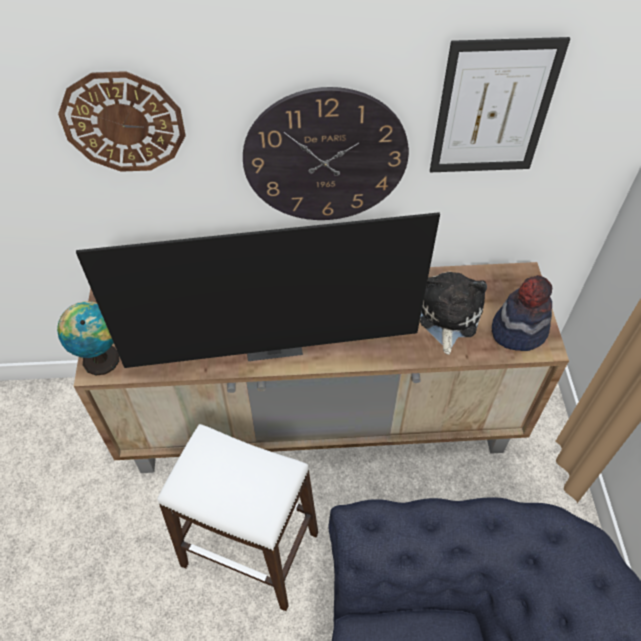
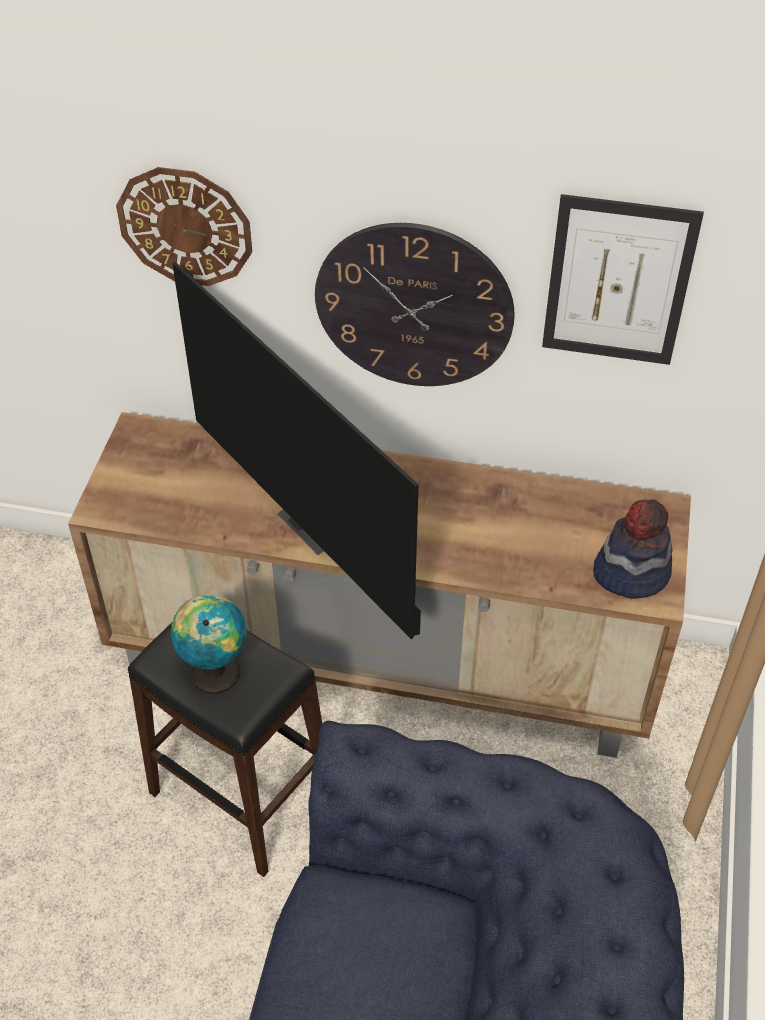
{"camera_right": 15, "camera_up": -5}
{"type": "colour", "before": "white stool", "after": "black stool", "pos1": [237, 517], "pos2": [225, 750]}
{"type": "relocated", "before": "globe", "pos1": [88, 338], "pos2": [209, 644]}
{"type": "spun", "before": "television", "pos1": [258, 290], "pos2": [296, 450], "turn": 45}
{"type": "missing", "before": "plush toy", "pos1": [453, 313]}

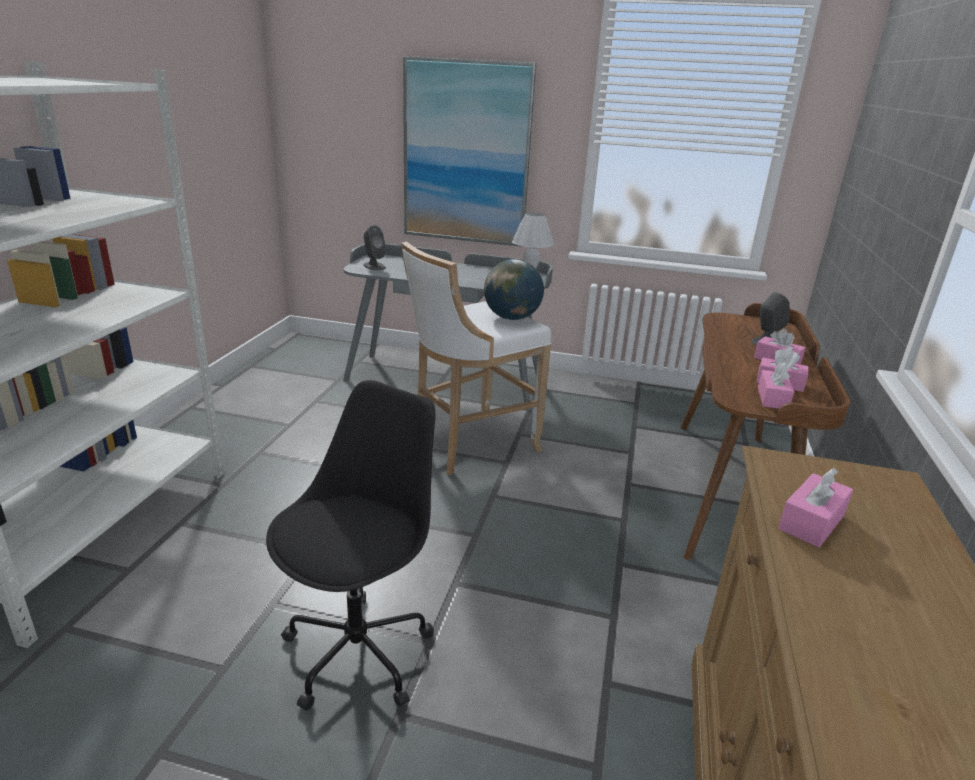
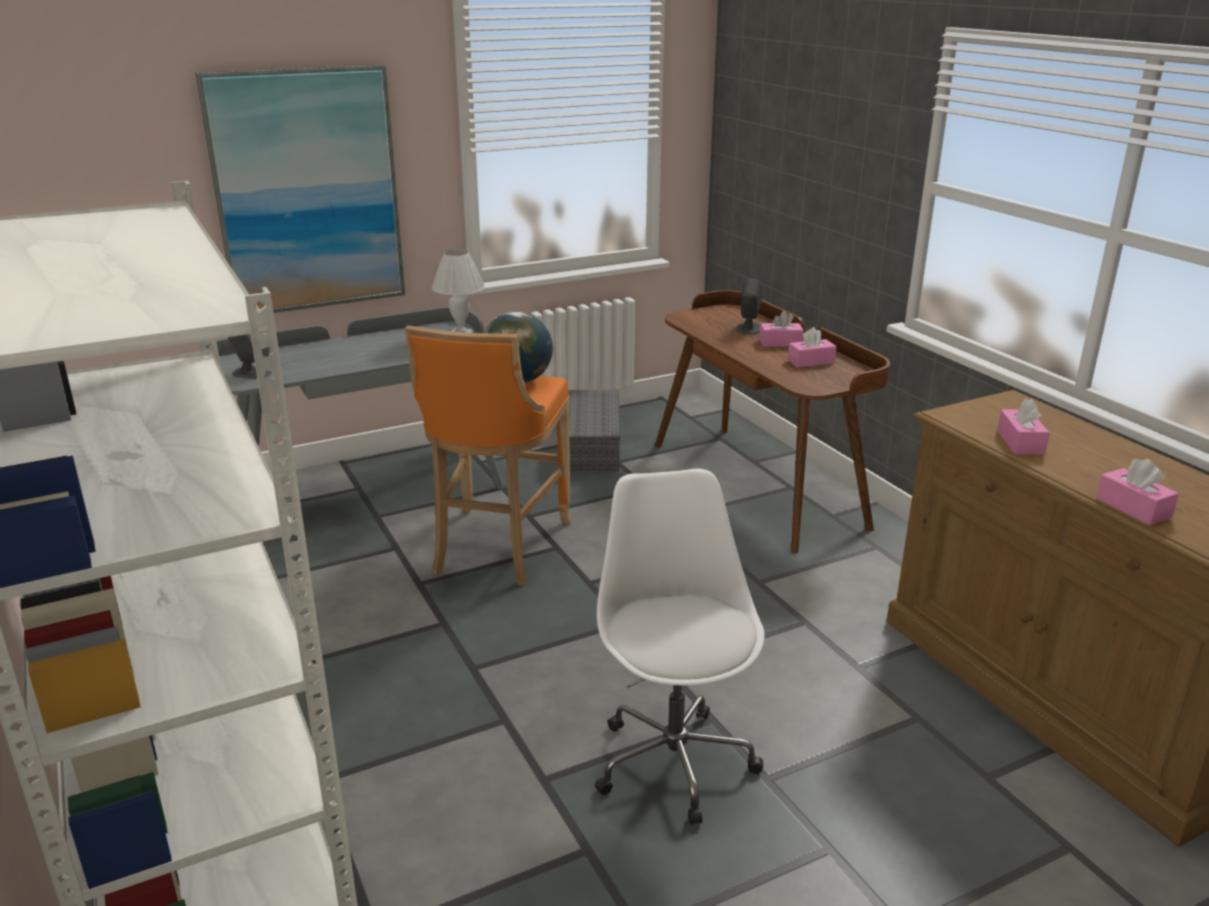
{"camera_right": -40, "camera_up": 0}
{"type": "colour", "before": "white stool", "after": "orange stool", "pos1": [476, 358], "pos2": [488, 455]}
{"type": "appeared", "after": "grey storage box", "pos2": [594, 431]}
{"type": "colour", "before": "black office chair", "after": "white office chair", "pos1": [350, 545], "pos2": [679, 647]}
{"type": "relocated", "before": "pink tissue box", "pos1": [776, 385], "pos2": [1137, 492]}

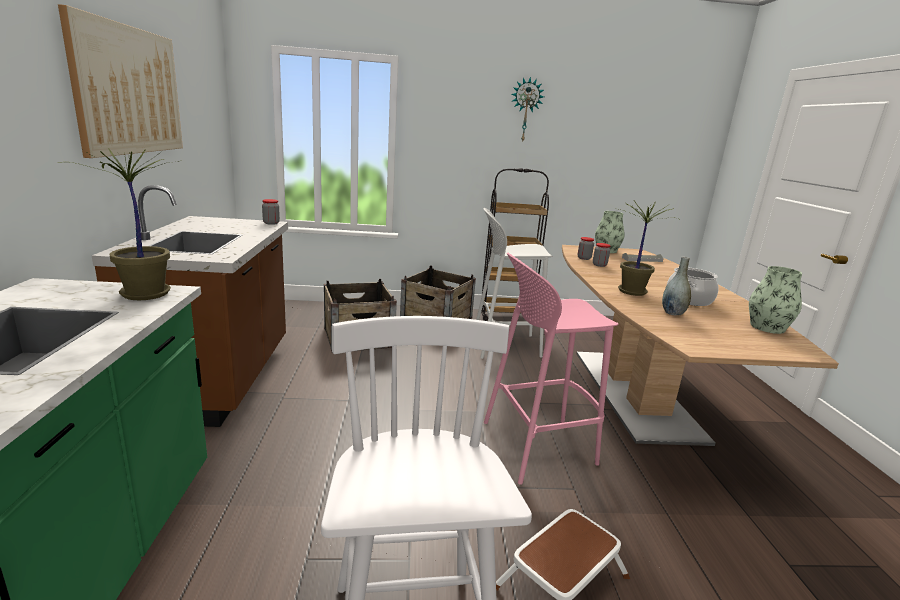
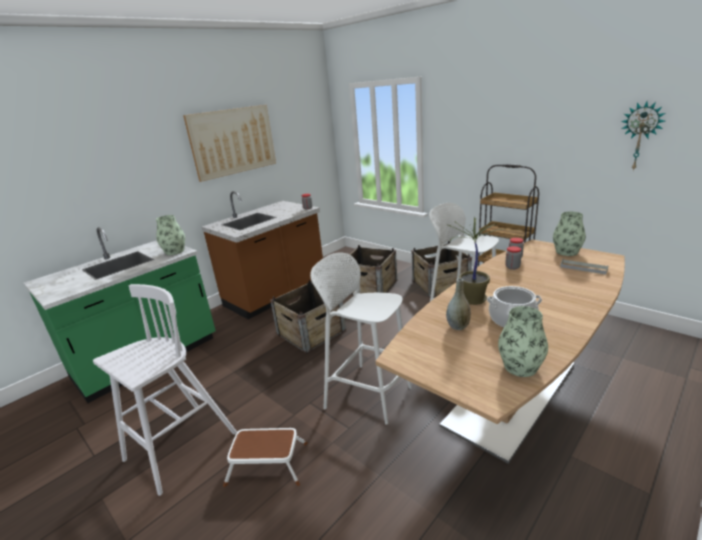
{"camera_right": 50, "camera_up": 5}
{"type": "exchanged", "before": "potted plant", "after": "vase", "pos1": [119, 224], "pos2": [170, 235]}
{"type": "appeared", "after": "crate", "pos2": [308, 317]}
{"type": "colour", "before": "pink stool", "after": "white stool", "pos1": [551, 369], "pos2": [361, 338]}
{"type": "relocated", "before": "wall clock", "pos1": [527, 110], "pos2": [643, 136]}

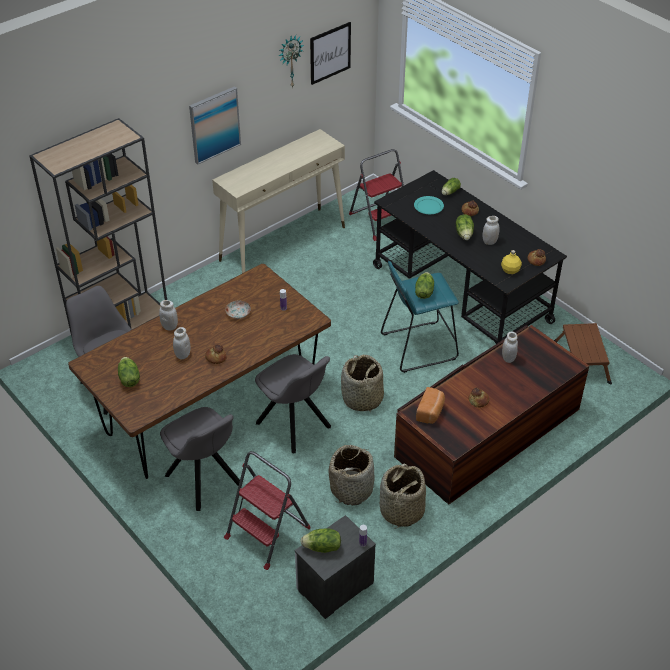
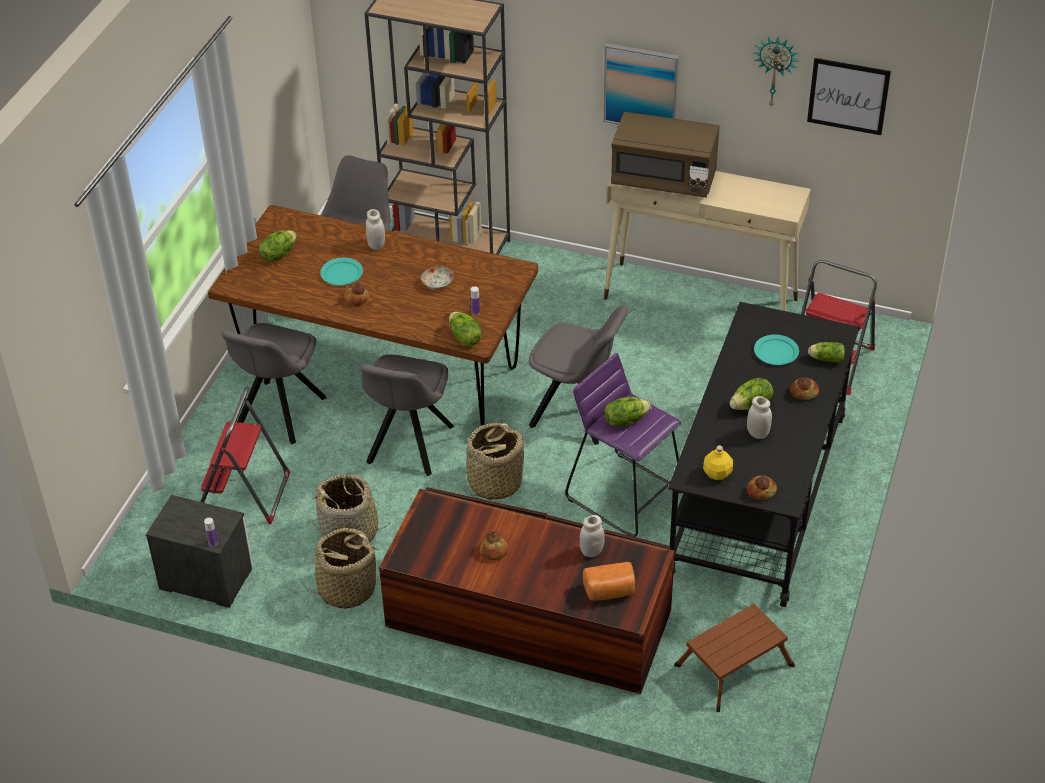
{"camera_right": 60, "camera_up": 0}
{"type": "exchanged", "before": "white jar", "after": "turquoise plate", "pos1": [181, 343], "pos2": [341, 271]}
{"type": "relocated", "before": "lettuce", "pos1": [321, 540], "pos2": [465, 329]}
{"type": "appeared", "after": "grey chair", "pos2": [578, 375]}
{"type": "colour", "before": "turquoise stool", "after": "purple stool", "pos1": [420, 317], "pos2": [623, 445]}
{"type": "relocated", "before": "bread", "pos1": [430, 405], "pos2": [608, 581]}
{"type": "appeared", "after": "brown microwave", "pos2": [665, 155]}

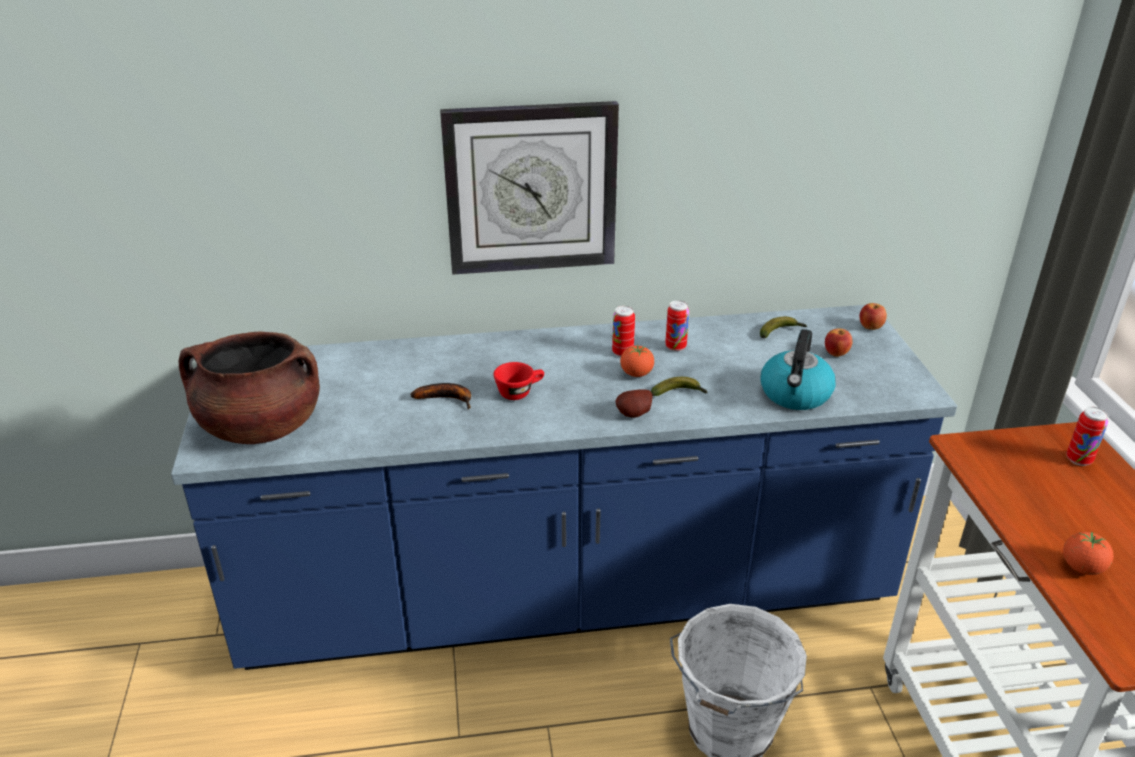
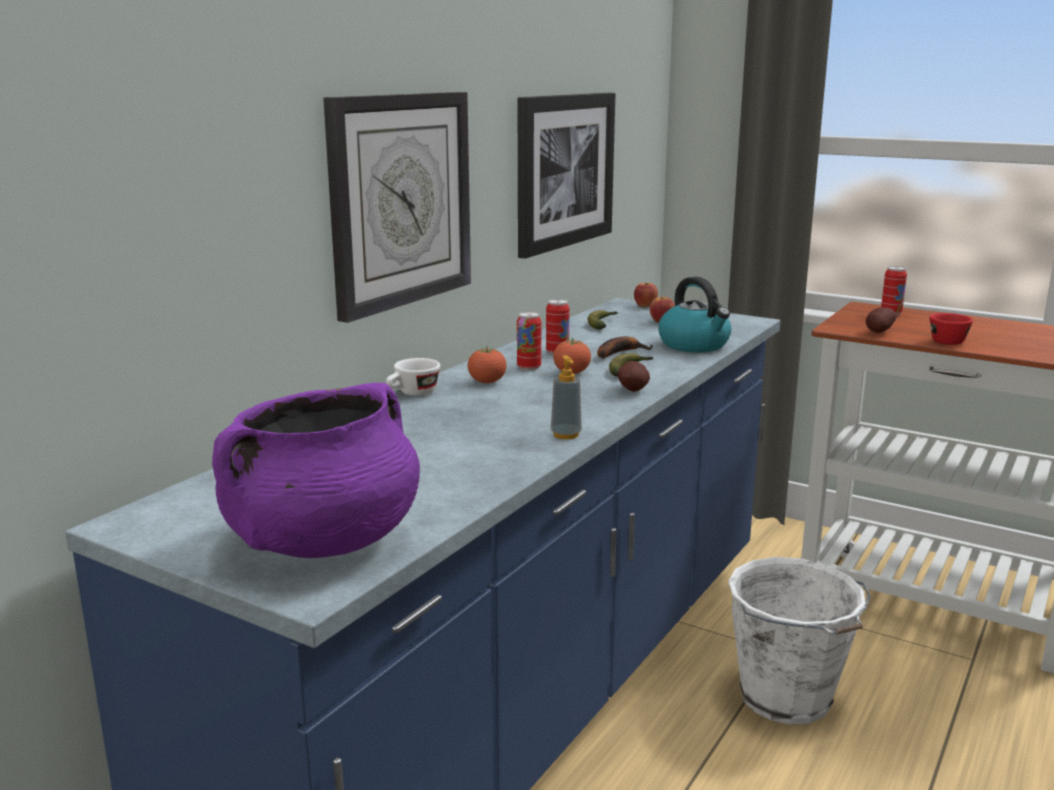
{"camera_right": -50, "camera_up": -15}
{"type": "colour", "before": "brown cooking pot", "after": "purple cooking pot", "pos1": [249, 387], "pos2": [316, 470]}
{"type": "appeared", "after": "white cup", "pos2": [413, 377]}
{"type": "relocated", "before": "tomato", "pos1": [1088, 553], "pos2": [487, 364]}
{"type": "appeared", "after": "picture", "pos2": [566, 176]}
{"type": "appeared", "after": "soap dispenser", "pos2": [566, 397]}
{"type": "relocated", "before": "banana", "pos1": [440, 396], "pos2": [625, 347]}
{"type": "appeared", "after": "potato", "pos2": [881, 320]}
{"type": "relocated", "before": "red cup", "pos1": [519, 381], "pos2": [951, 329]}

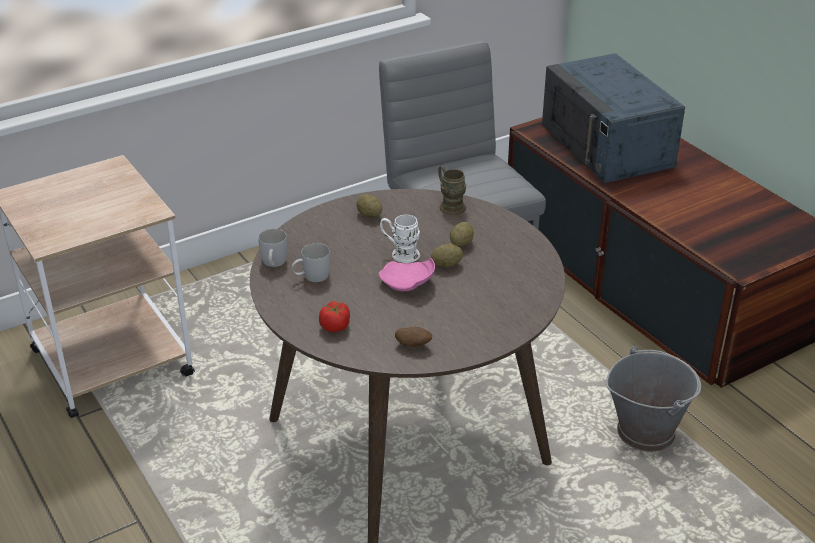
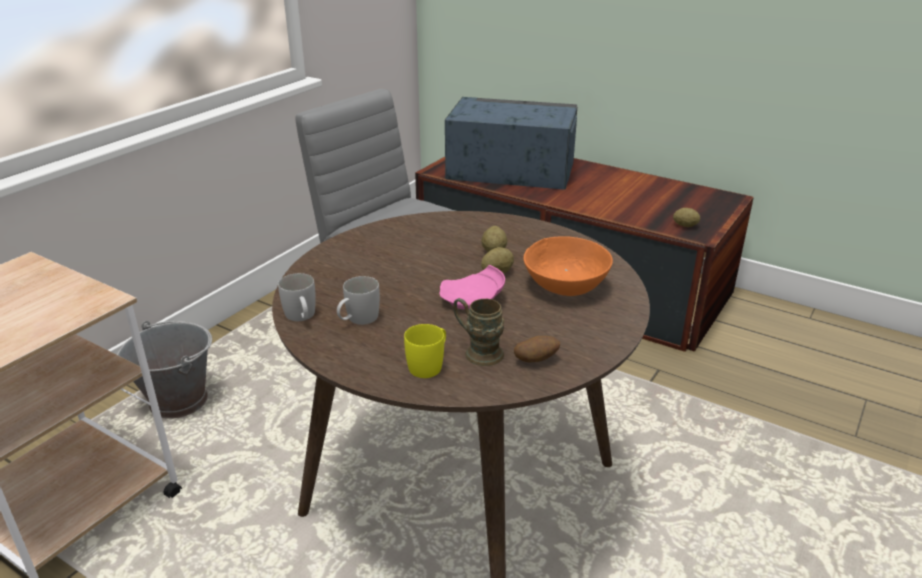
{"camera_right": -25, "camera_up": -5}
{"type": "relocated", "before": "grey bucket", "pos1": [653, 399], "pos2": [164, 370]}
{"type": "exchanged", "before": "tomato", "after": "yellow mug", "pos1": [334, 316], "pos2": [425, 351]}
{"type": "spun", "before": "blue microwave", "pos1": [613, 118], "pos2": [511, 143], "turn": 150}
{"type": "relocated", "before": "brown mug", "pos1": [452, 190], "pos2": [478, 332]}
{"type": "appeared", "after": "orange bowl", "pos2": [568, 266]}
{"type": "relocated", "before": "potato", "pos1": [369, 206], "pos2": [686, 217]}
{"type": "missing", "before": "white mug", "pos1": [400, 239]}

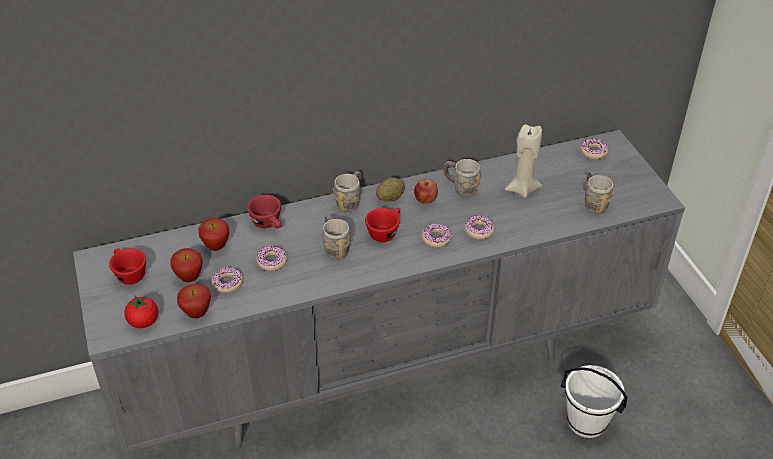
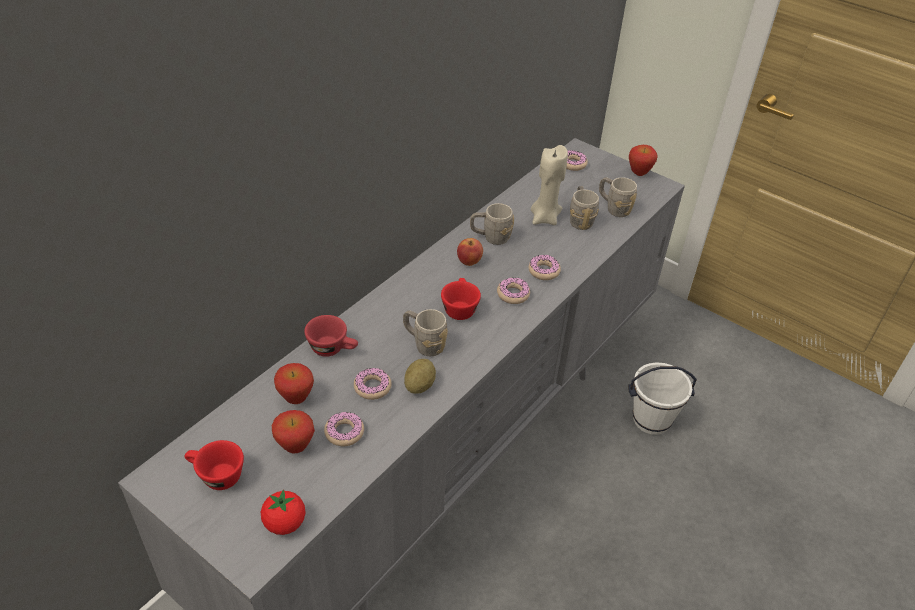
{"camera_right": -35, "camera_up": 0}
{"type": "relocated", "before": "potato", "pos1": [390, 190], "pos2": [420, 376]}
{"type": "relocated", "before": "grey mug", "pos1": [347, 191], "pos2": [584, 208]}
{"type": "relocated", "before": "apple", "pos1": [194, 301], "pos2": [643, 160]}

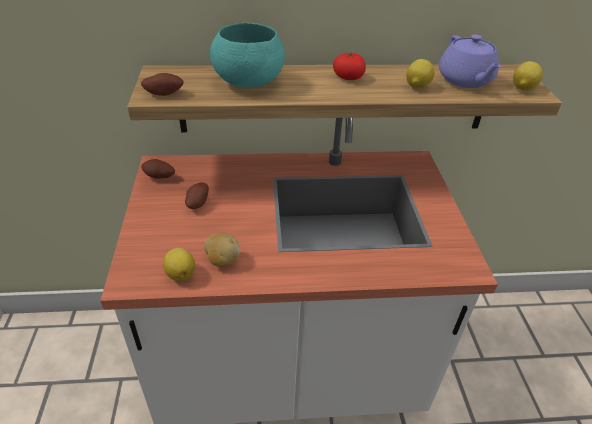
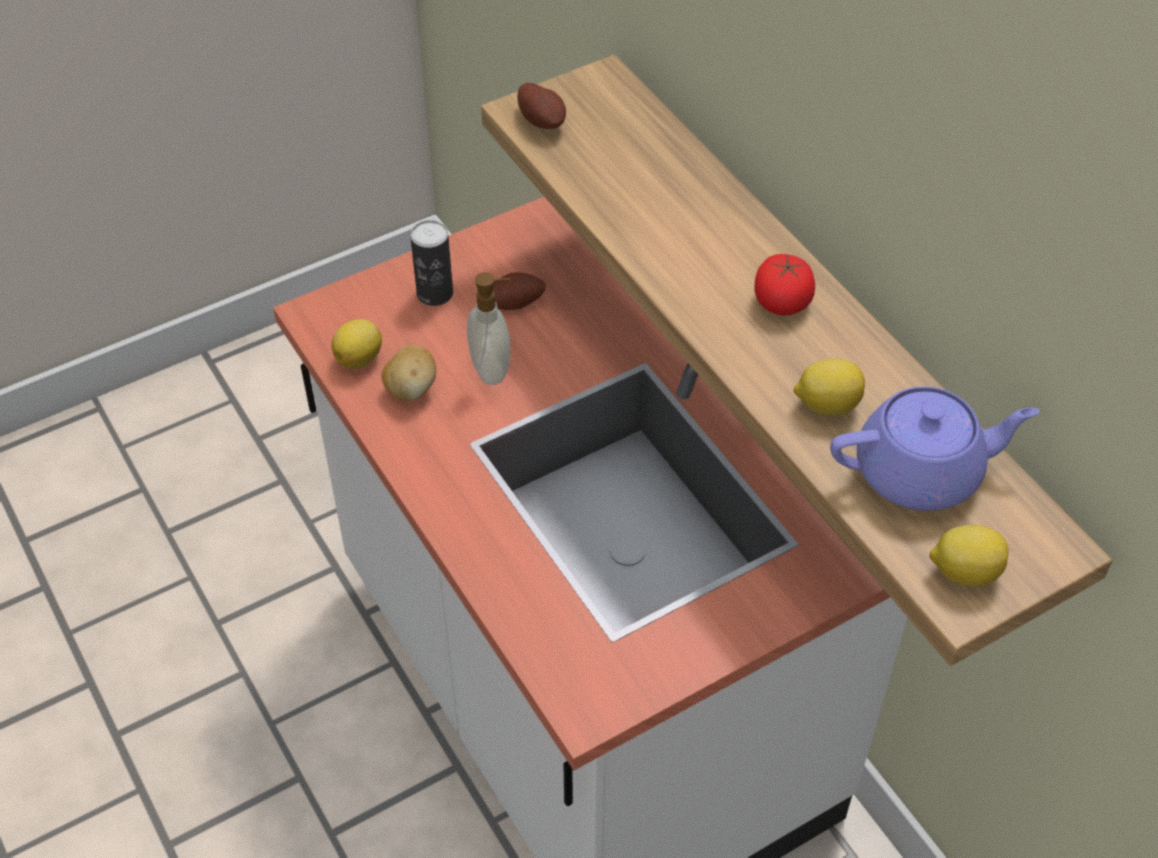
{"camera_right": 65, "camera_up": 10}
{"type": "appeared", "after": "can", "pos2": [431, 263]}
{"type": "appeared", "after": "soap dispenser", "pos2": [489, 328]}
{"type": "spun", "before": "purple teapot", "pos1": [470, 61], "pos2": [935, 448], "turn": -150}
{"type": "missing", "before": "potato", "pos1": [158, 169]}
{"type": "missing", "before": "turquoise bowl", "pos1": [247, 55]}

